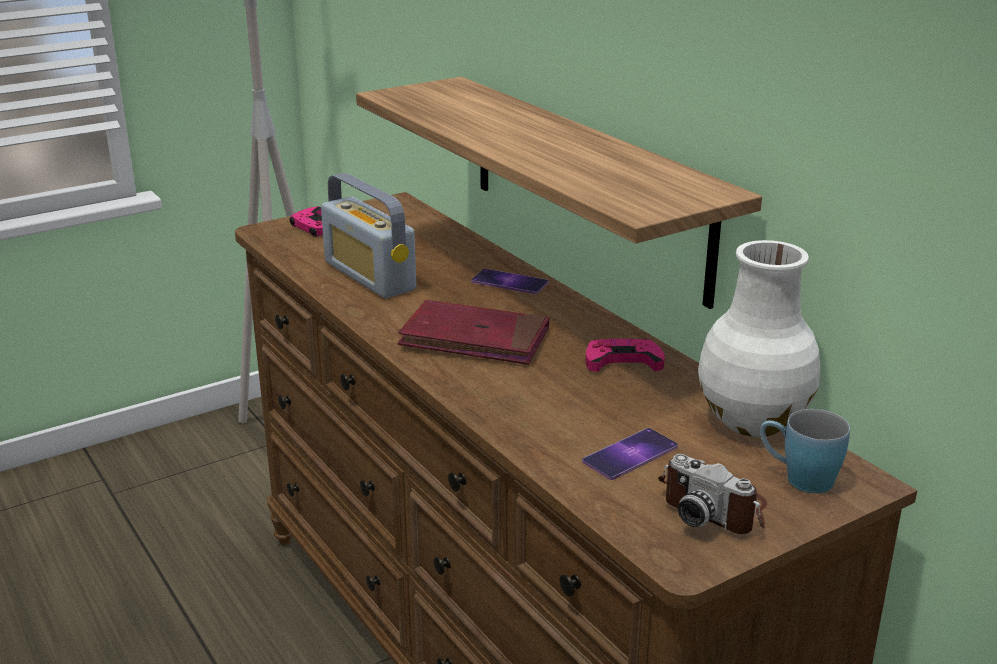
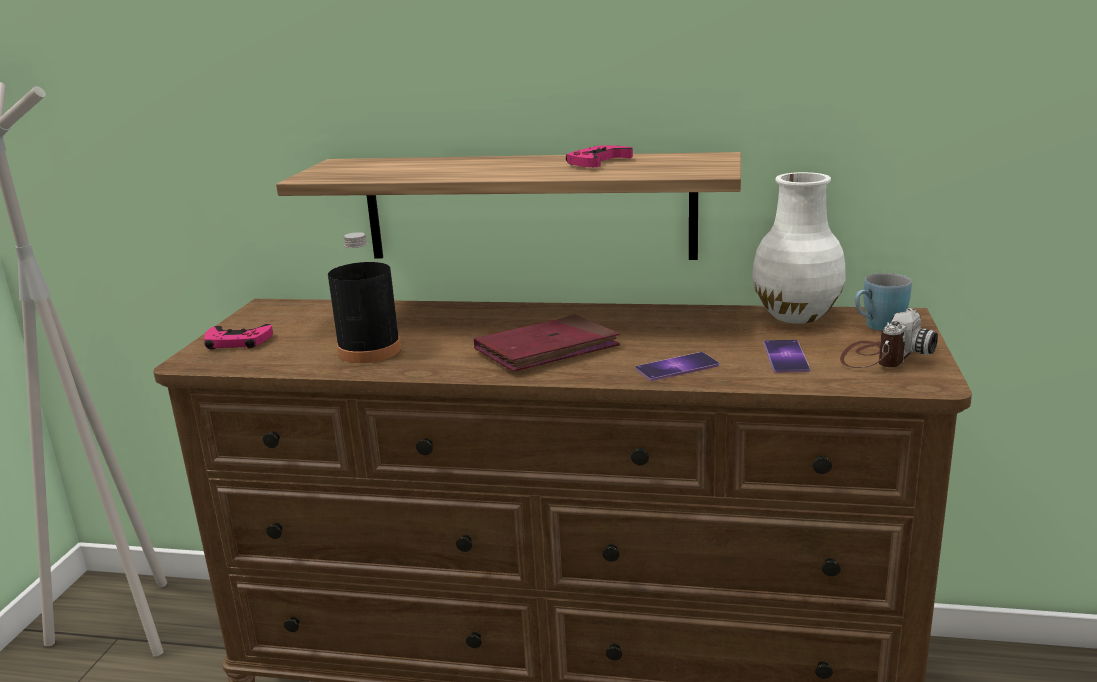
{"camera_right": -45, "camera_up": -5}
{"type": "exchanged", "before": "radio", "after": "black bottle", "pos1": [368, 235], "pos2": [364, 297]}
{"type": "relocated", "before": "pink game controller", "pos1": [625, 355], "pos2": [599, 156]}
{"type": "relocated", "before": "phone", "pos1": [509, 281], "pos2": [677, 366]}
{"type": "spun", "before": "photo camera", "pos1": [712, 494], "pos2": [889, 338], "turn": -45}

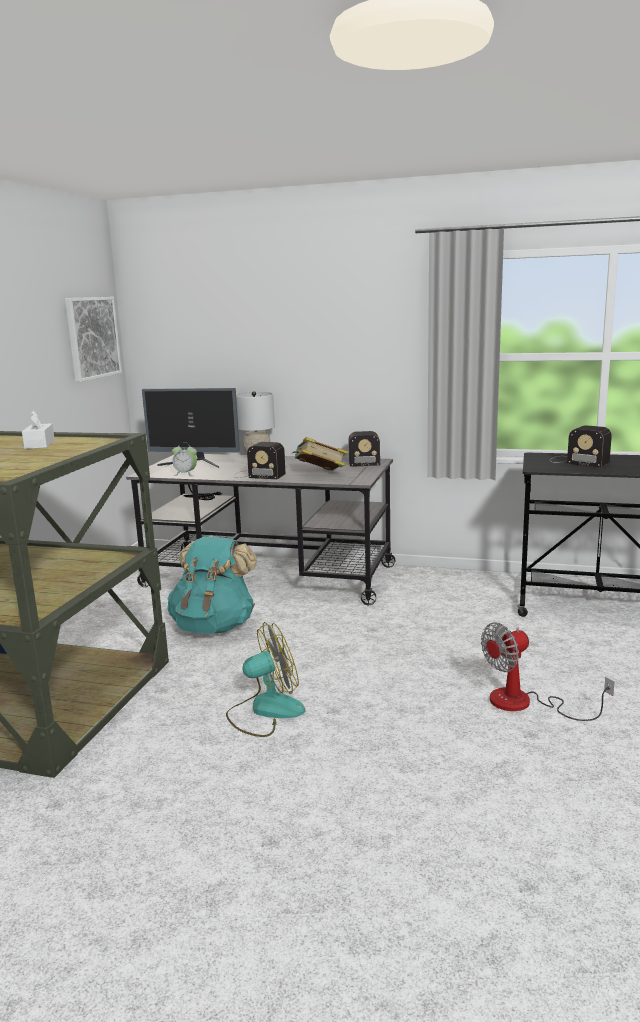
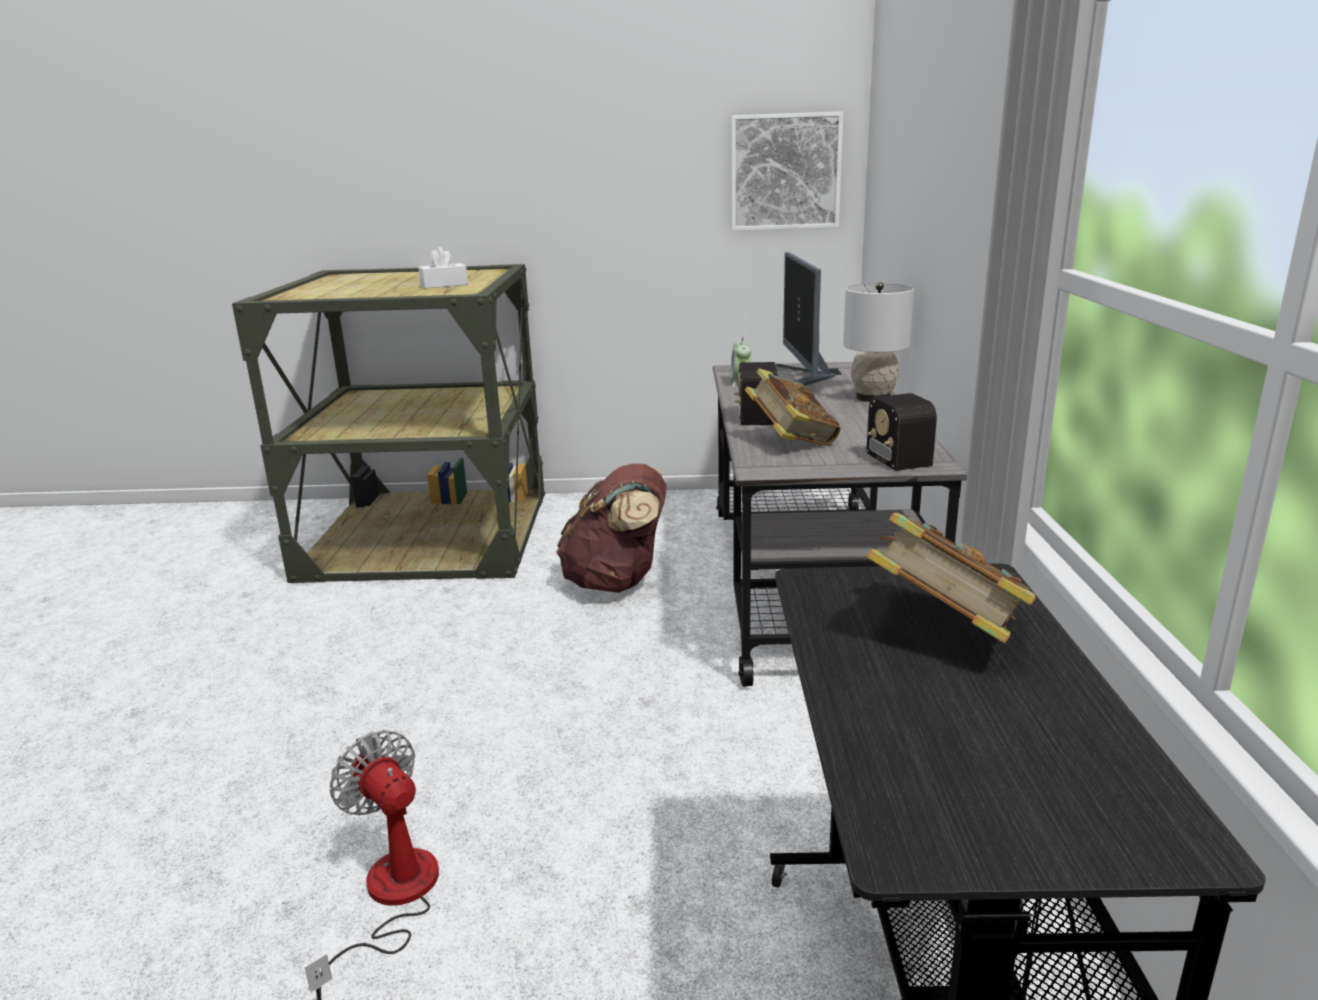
{"camera_right": 75, "camera_up": 5}
{"type": "colour", "before": "turquoise backpack", "after": "brown backpack", "pos1": [212, 585], "pos2": [611, 528]}
{"type": "exchanged", "before": "radio", "after": "book", "pos1": [581, 446], "pos2": [951, 578]}
{"type": "missing", "before": "fan", "pos1": [265, 679]}

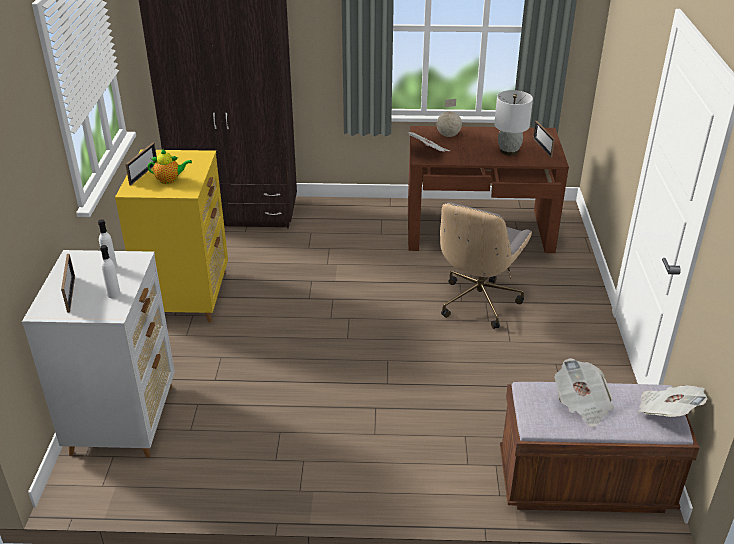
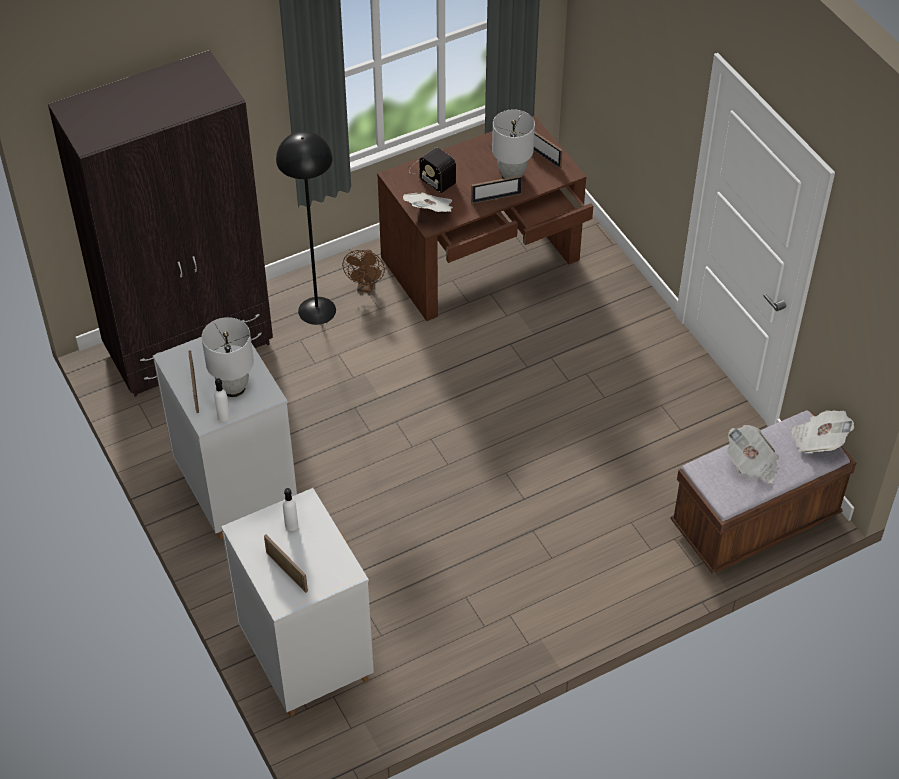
{"camera_right": -30, "camera_up": 15}
{"type": "colour", "before": "yellow dresser", "after": "white dresser", "pos1": [171, 236], "pos2": [225, 438]}
{"type": "exchanged", "before": "teapot", "after": "white table lamp", "pos1": [170, 166], "pos2": [228, 357]}
{"type": "relocated", "before": "white bottle", "pos1": [110, 271], "pos2": [222, 400]}
{"type": "appeared", "after": "black floor lamp", "pos2": [306, 228]}
{"type": "appeared", "after": "brown fan", "pos2": [363, 271]}
{"type": "exchanged", "before": "globe", "after": "radio", "pos1": [449, 118], "pos2": [432, 170]}
{"type": "appeared", "after": "picture frame", "pos2": [496, 189]}
{"type": "missing", "before": "grey office chair", "pos1": [486, 265]}

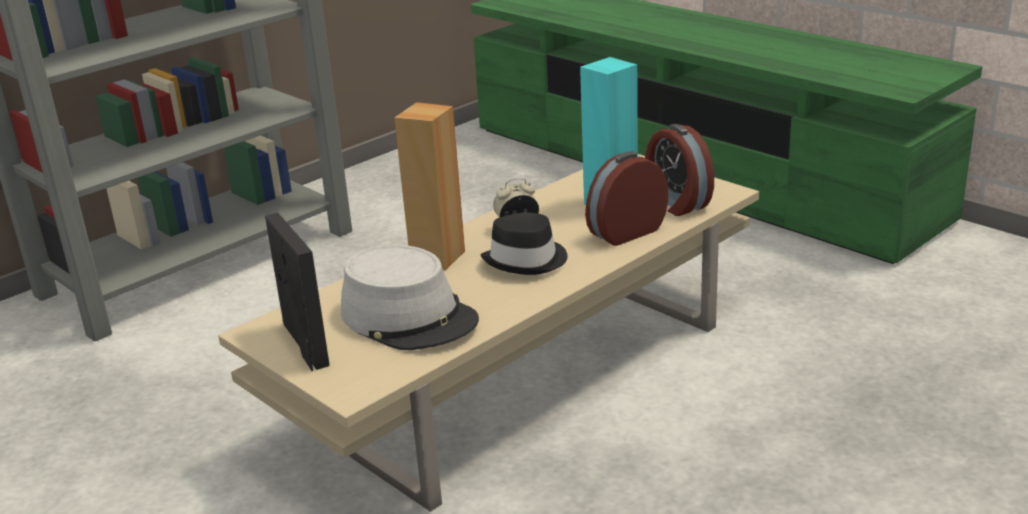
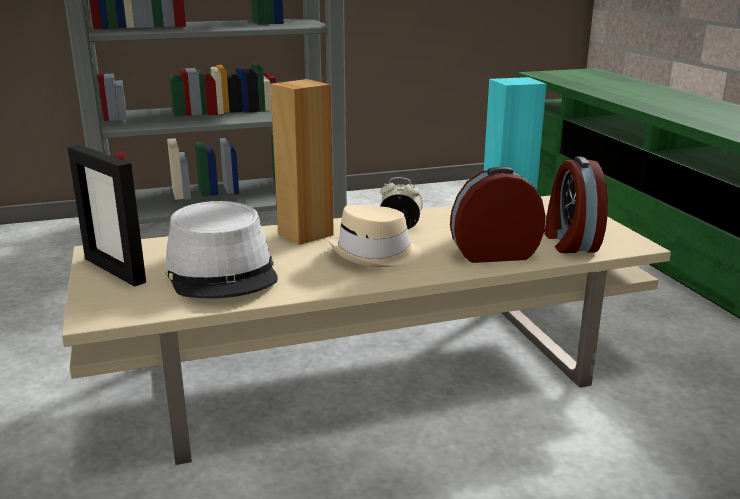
{"camera_right": 25, "camera_up": -5}
{"type": "spun", "before": "picture frame", "pos1": [297, 292], "pos2": [106, 216], "turn": 135}
{"type": "colour", "before": "black hat", "after": "beige hat", "pos1": [524, 243], "pos2": [375, 236]}

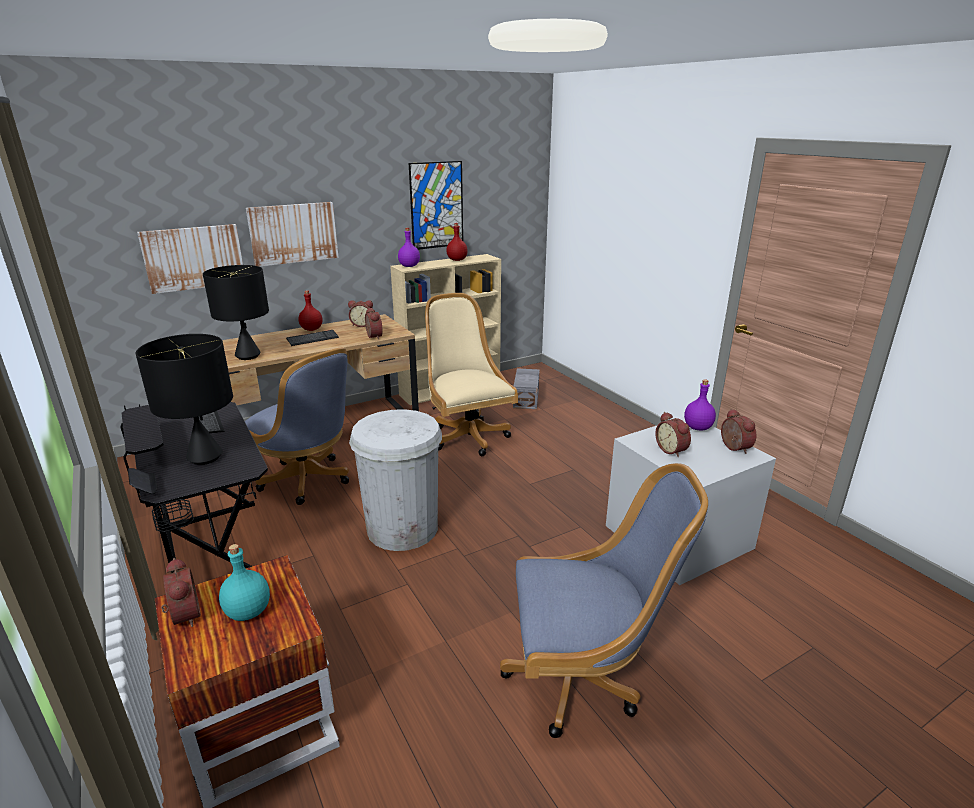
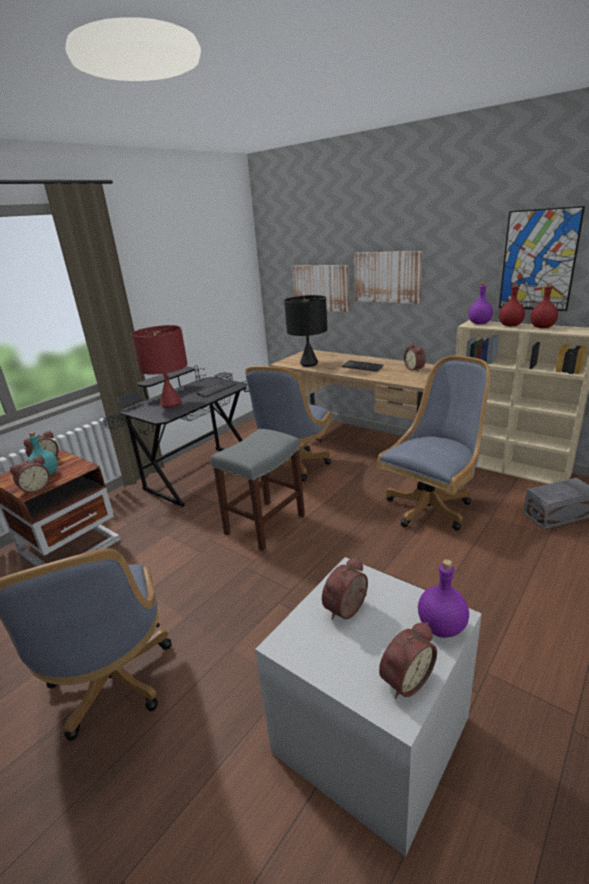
{"camera_right": 70, "camera_up": 0}
{"type": "relocated", "before": "alarm clock", "pos1": [374, 323], "pos2": [30, 475]}
{"type": "colour", "before": "black table lamp", "after": "red table lamp", "pos1": [184, 399], "pos2": [159, 366]}
{"type": "exchanged", "before": "white trash can", "after": "grey stool", "pos1": [395, 480], "pos2": [258, 490]}
{"type": "colour", "before": "beige office chair", "after": "blue office chair", "pos1": [471, 374], "pos2": [434, 443]}
{"type": "relocated", "before": "red bottle", "pos1": [310, 311], "pos2": [512, 304]}

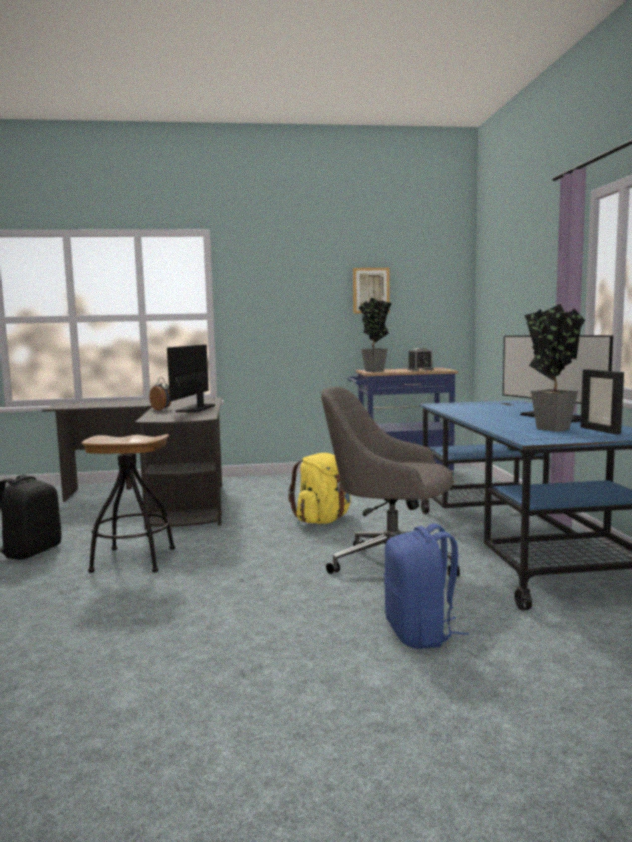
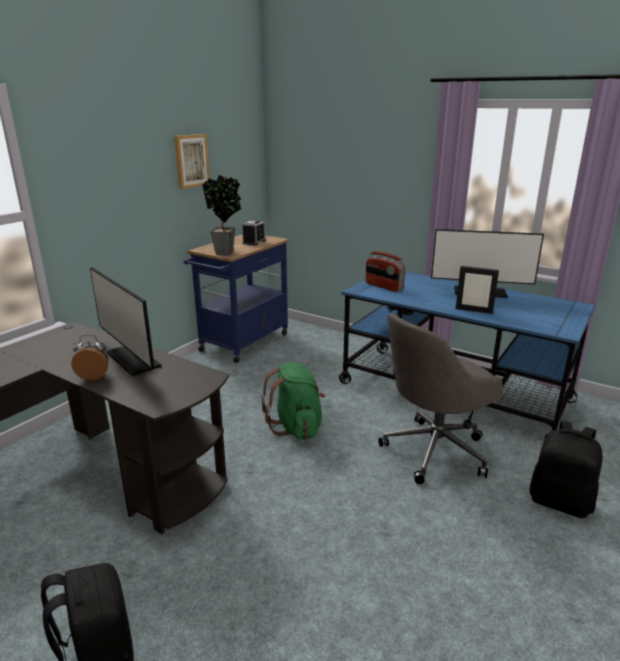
{"camera_right": -50, "camera_up": 15}
{"type": "colour", "before": "yellow backpack", "after": "green backpack", "pos1": [319, 488], "pos2": [293, 401]}
{"type": "appeared", "after": "radio", "pos2": [385, 271]}
{"type": "relocated", "before": "picture frame", "pos1": [602, 402], "pos2": [477, 290]}
{"type": "colour", "before": "blue backpack", "after": "black backpack", "pos1": [426, 586], "pos2": [566, 469]}
{"type": "missing", "before": "brown stool", "pos1": [128, 503]}
{"type": "missing", "before": "potted plant", "pos1": [554, 368]}

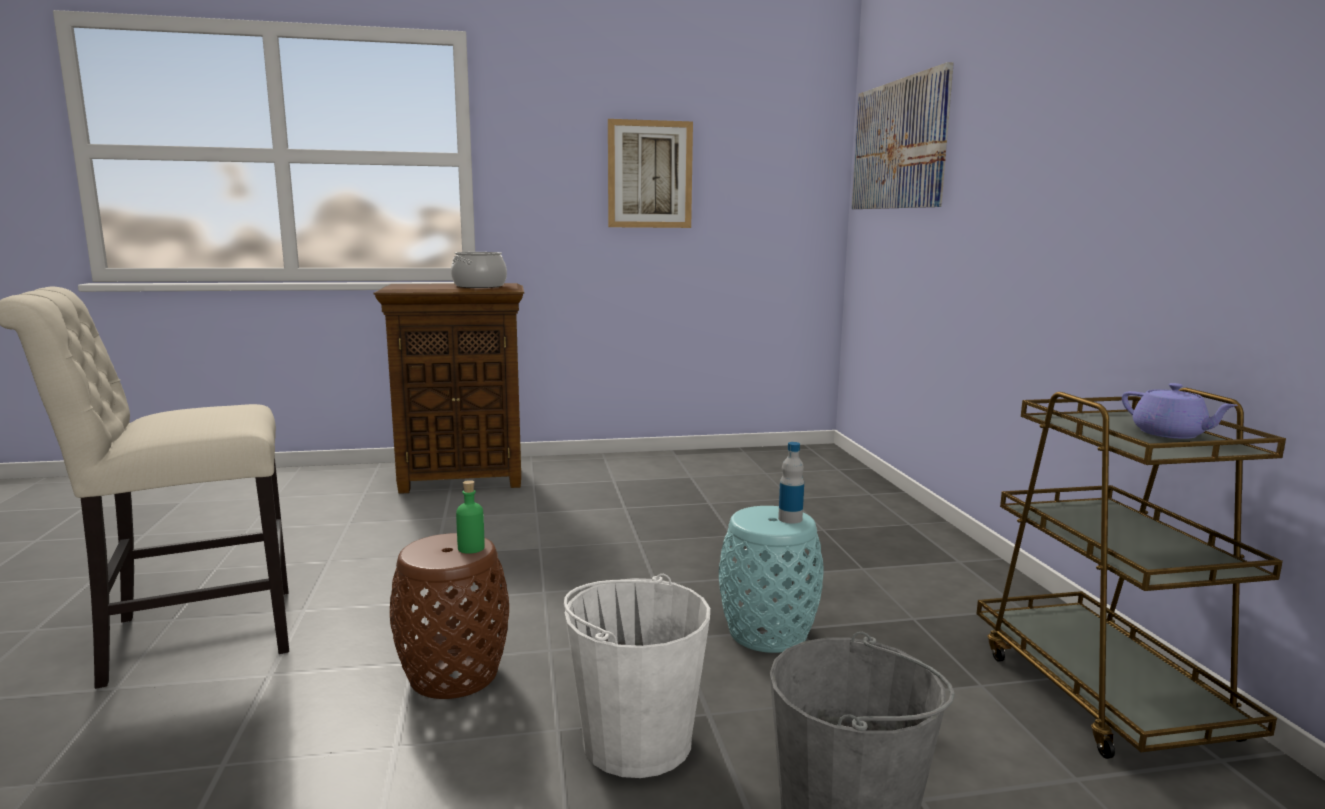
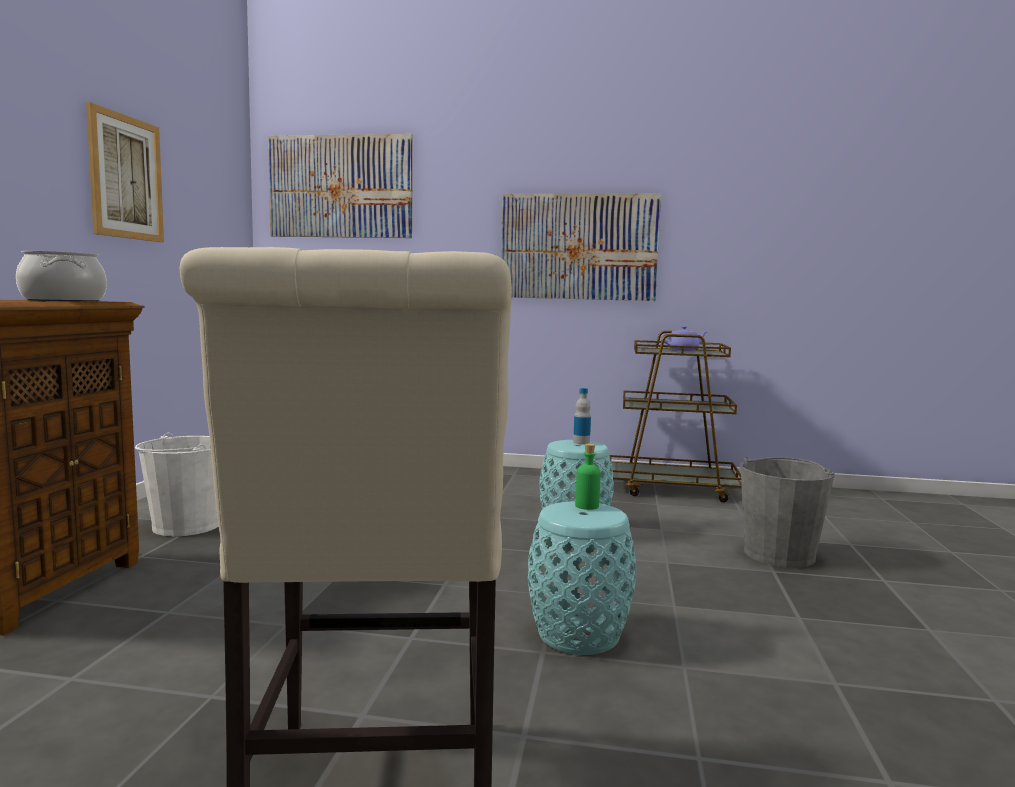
{"camera_right": -70, "camera_up": -5}
{"type": "relocated", "before": "white bucket", "pos1": [637, 676], "pos2": [176, 484]}
{"type": "appeared", "after": "picture", "pos2": [581, 247]}
{"type": "colour", "before": "brown stool", "after": "turquoise stool", "pos1": [449, 616], "pos2": [582, 578]}

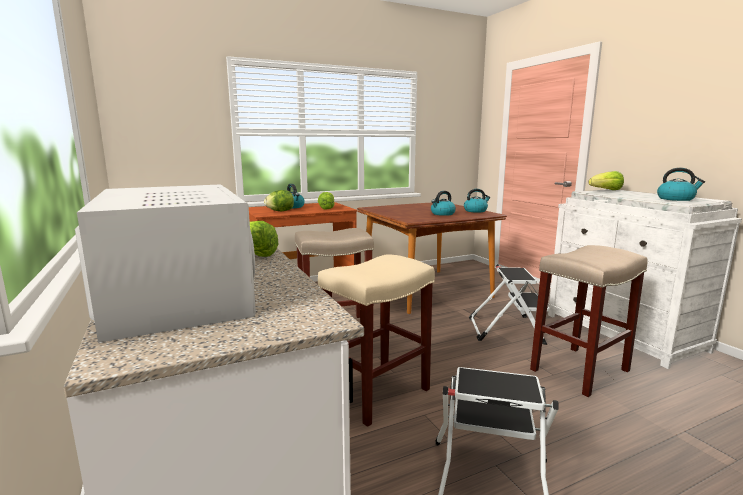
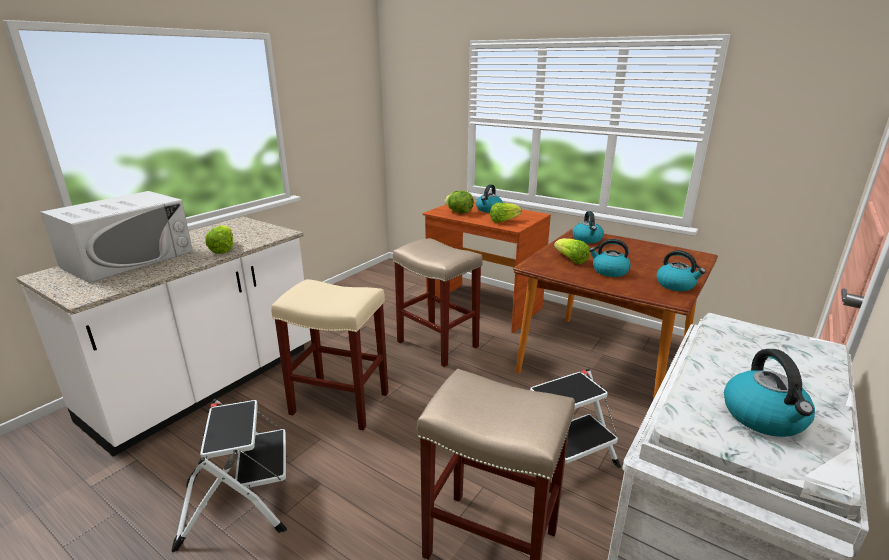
{"camera_right": 60, "camera_up": 10}
{"type": "relocated", "before": "lettuce", "pos1": [606, 180], "pos2": [571, 251]}
{"type": "appeared", "after": "kettle", "pos2": [588, 227]}

